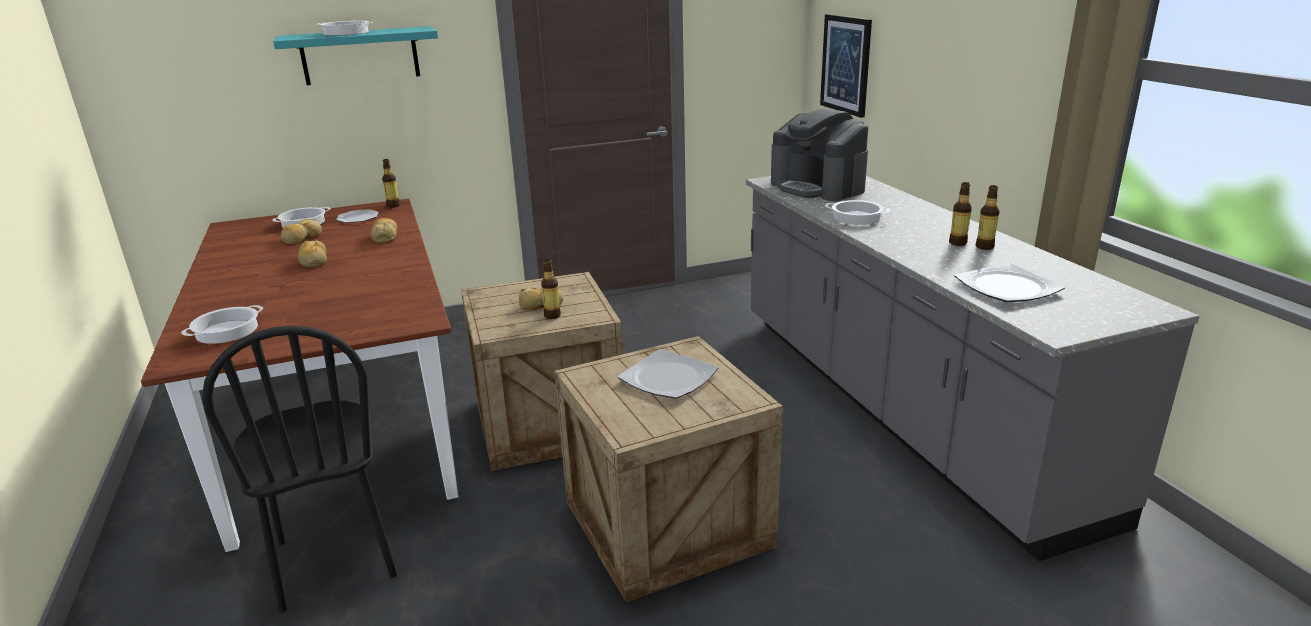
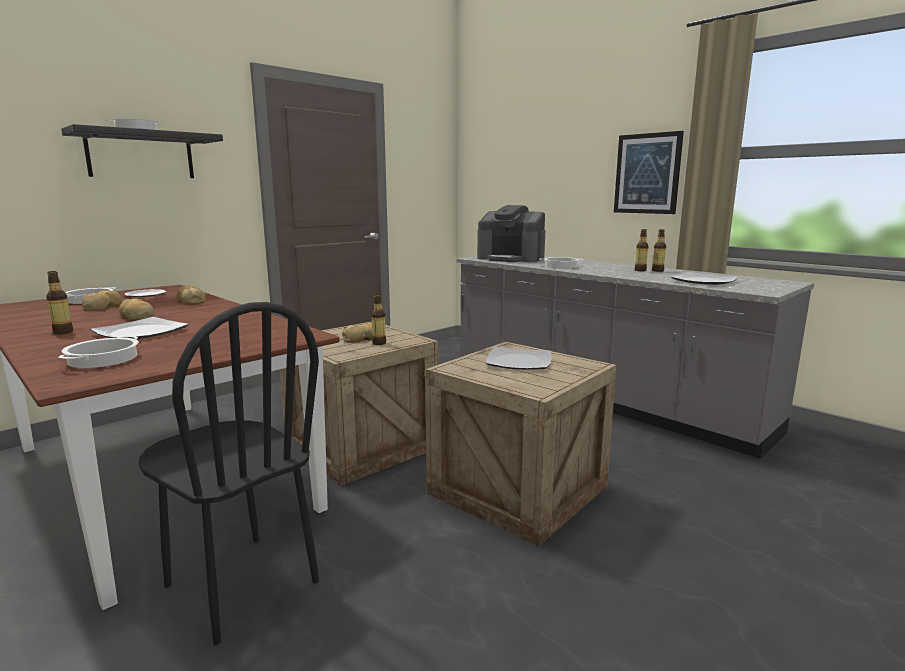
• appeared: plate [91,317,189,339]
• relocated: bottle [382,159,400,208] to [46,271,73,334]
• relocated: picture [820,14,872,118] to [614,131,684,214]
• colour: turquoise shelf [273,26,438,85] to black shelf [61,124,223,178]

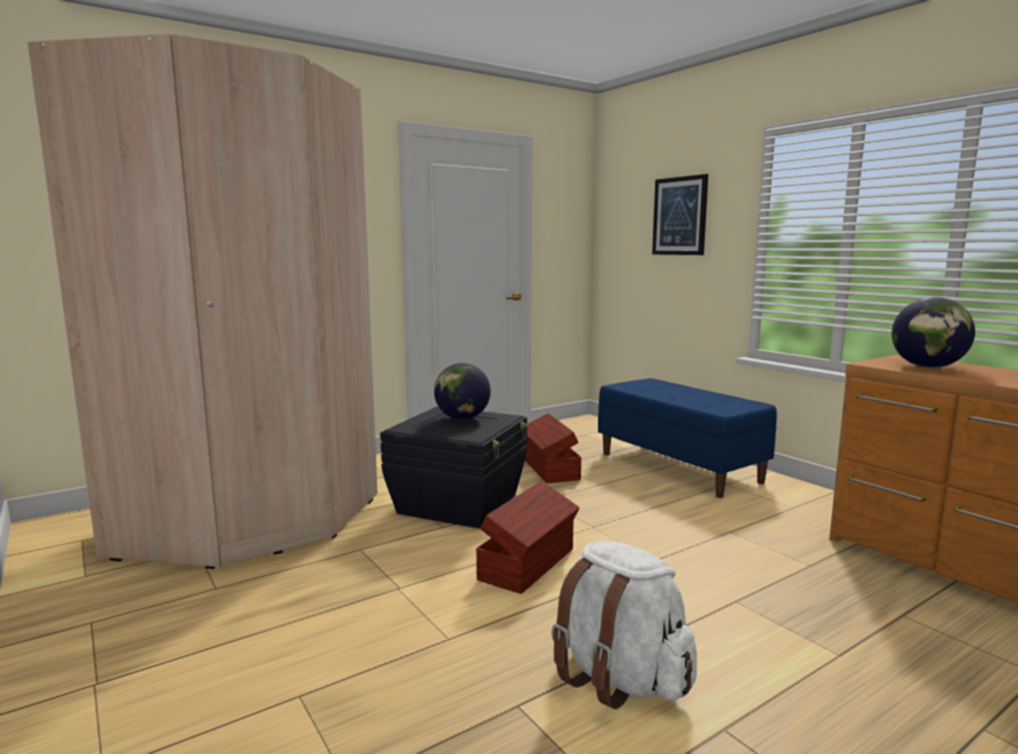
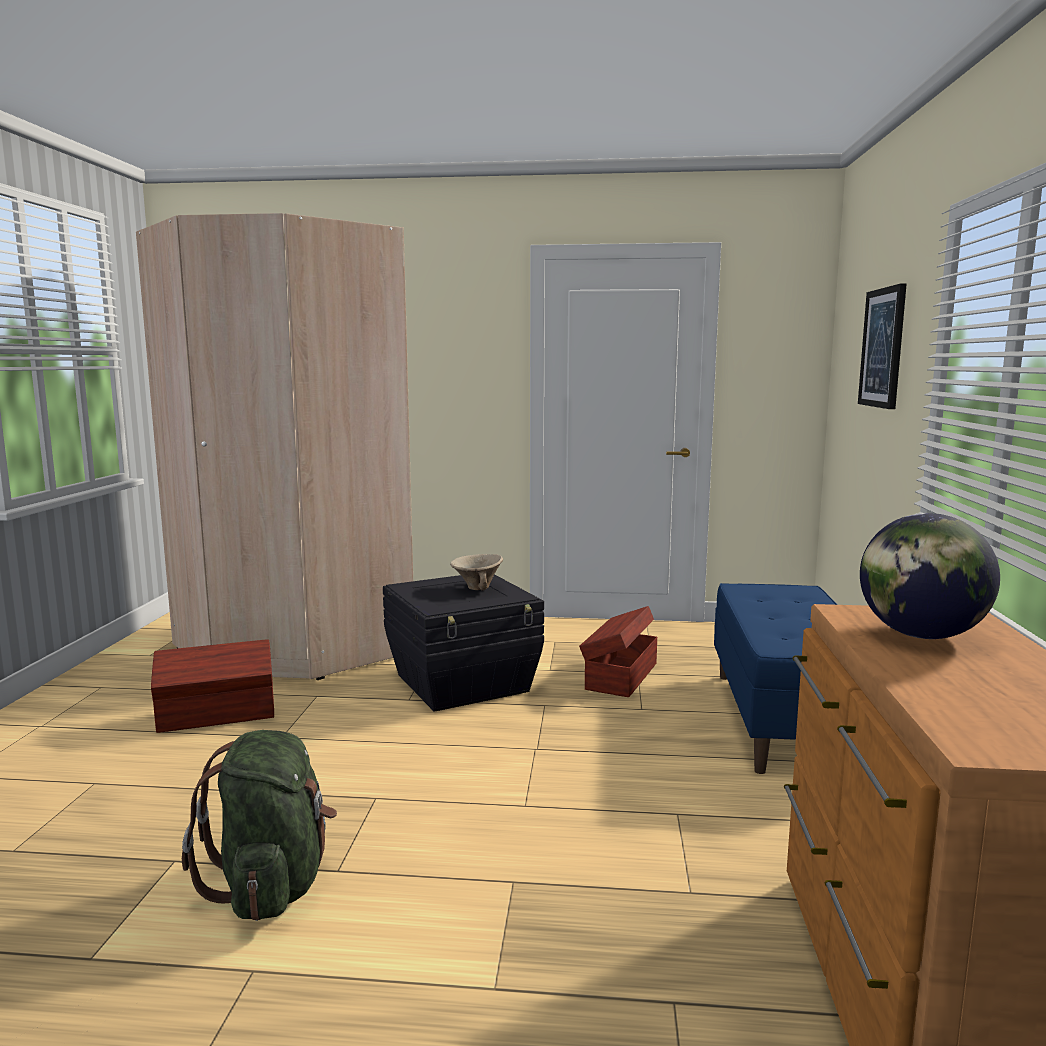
• relocated: brown storage box [476,481,580,594] to [151,639,274,733]
• exchanged: globe [434,363,491,420] to beige bowl [450,554,503,591]
• colour: white backpack [551,541,697,709] to green backpack [182,730,337,921]

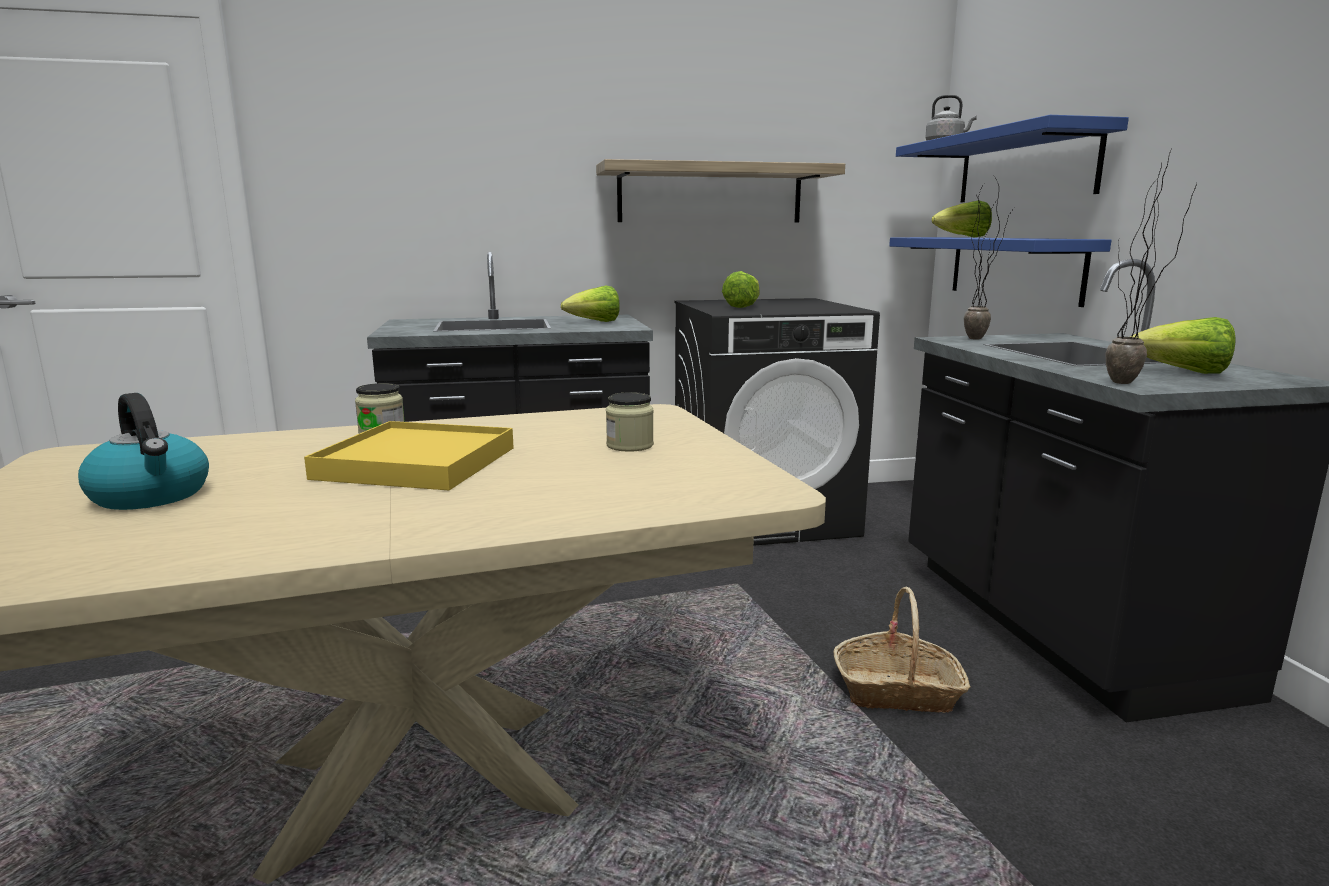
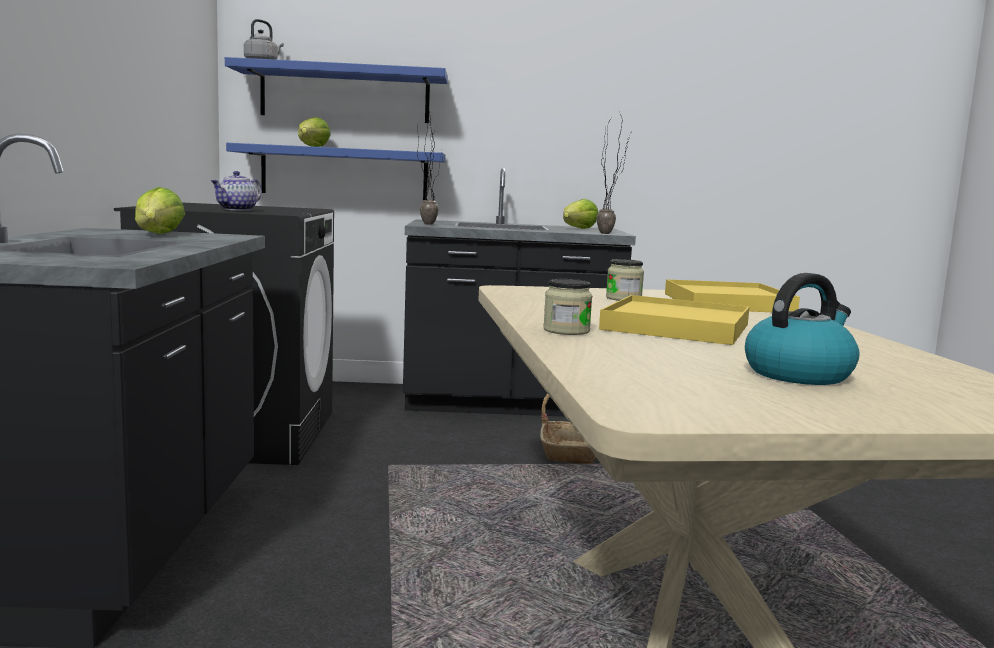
• missing: shelf [596,159,845,223]
• appeared: yellow tray [665,279,800,312]
• exchanged: lettuce [722,271,760,308] to teapot [211,171,262,211]

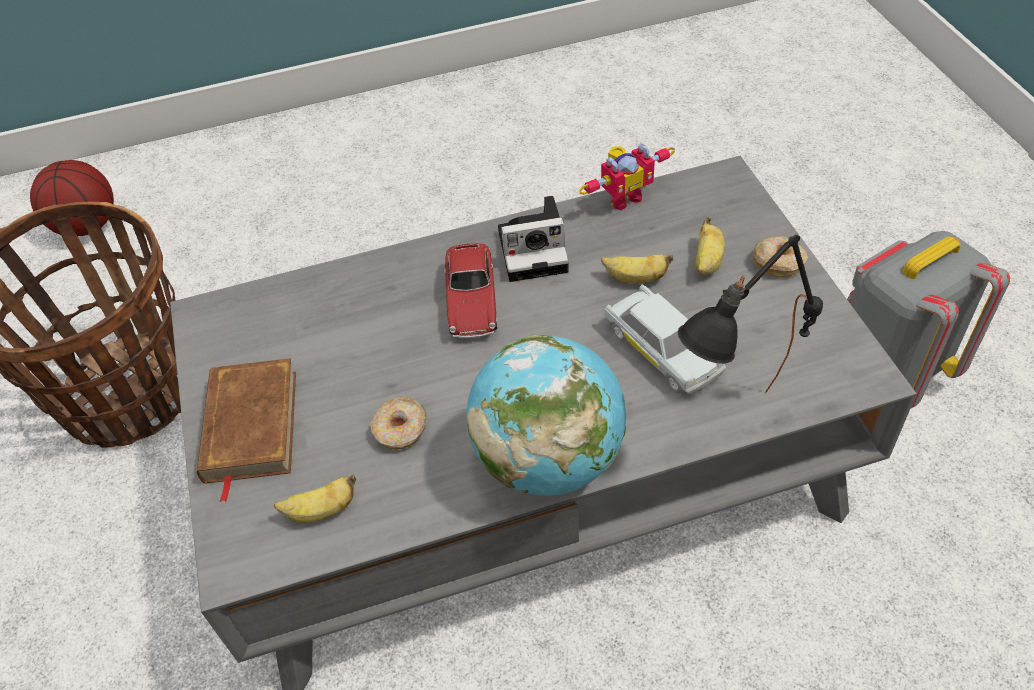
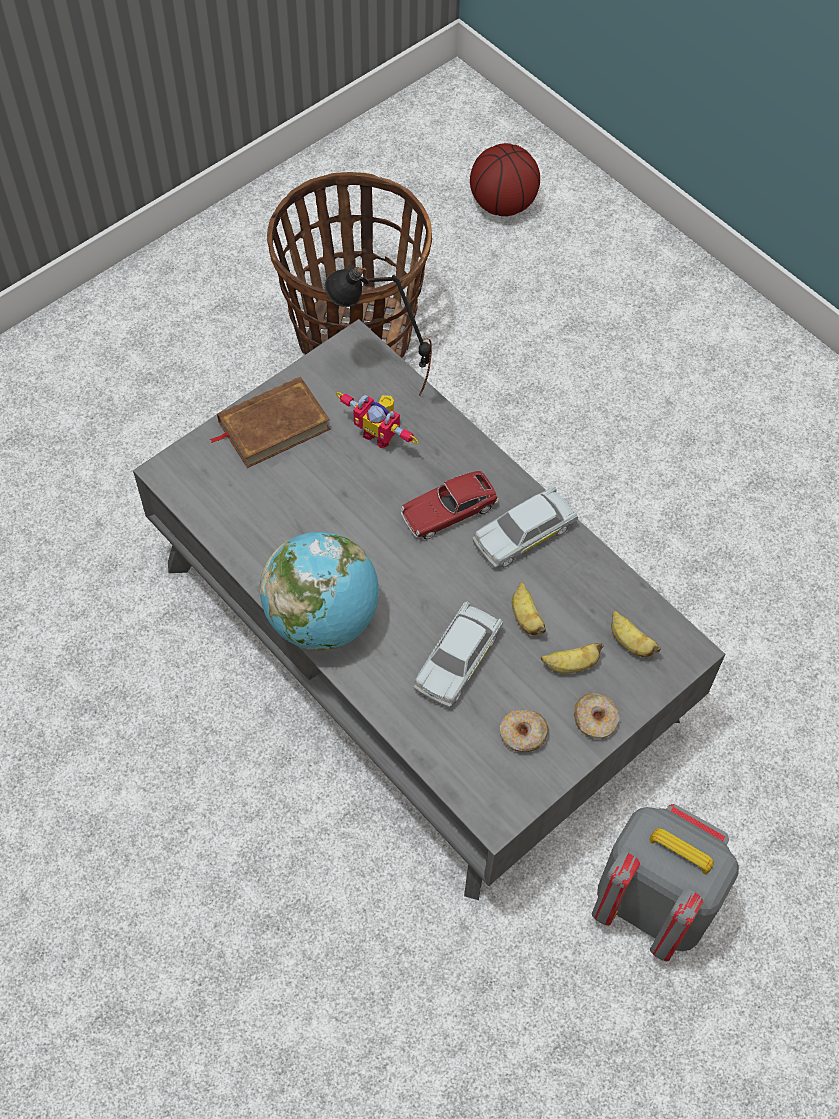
• relocated: banana [274,475,356,523] to [611,610,661,657]
• relocated: donut [370,397,427,449] to [500,710,549,752]
• relocated: toy robot [579,143,675,211] to [336,392,418,448]
• relocated: black table lamp [678,235,823,393] to [325,263,432,396]
• exchanged: photo camera [498,196,569,282] to white toy car [473,486,578,568]

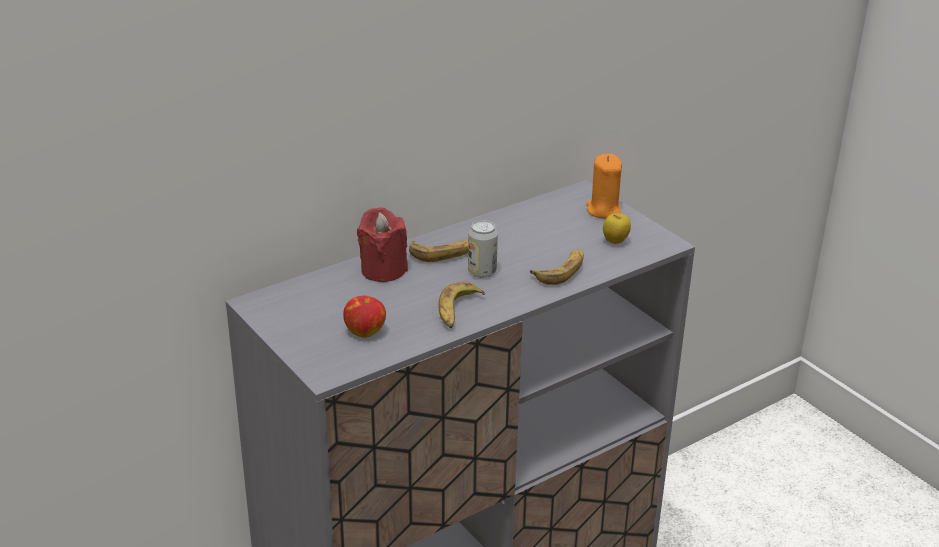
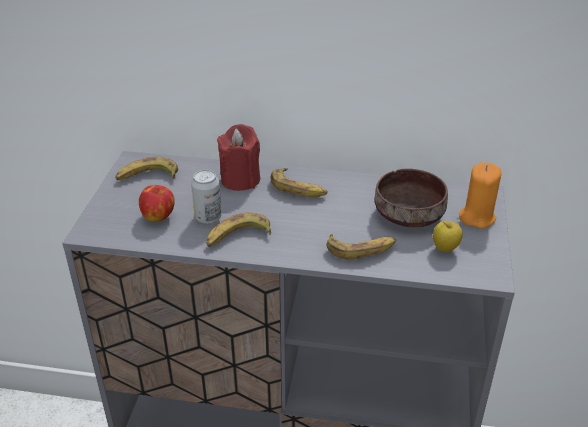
• appeared: banana [115,157,178,180]
• appeared: brown bowl [375,168,448,227]
• relocated: can [468,220,498,278] to [191,170,222,224]

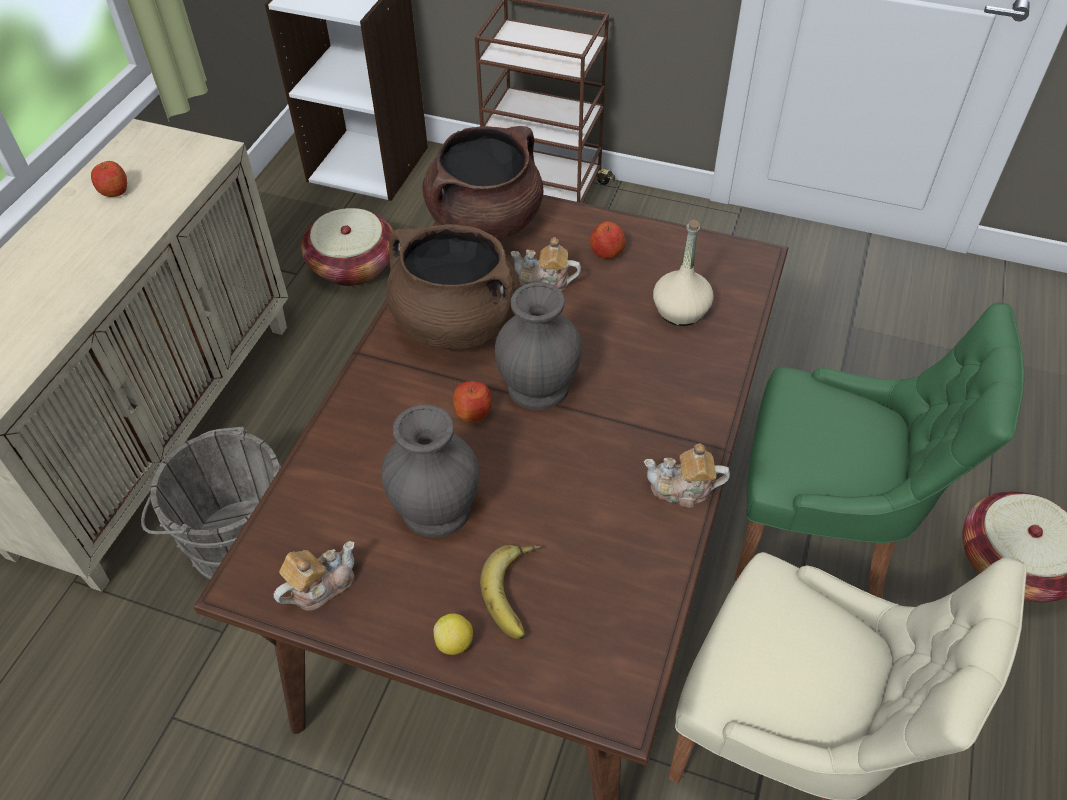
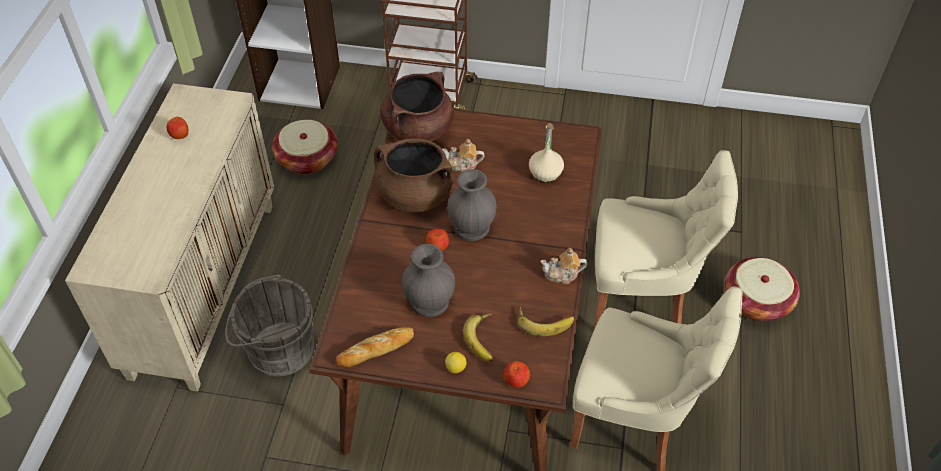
• appeared: banana [518,307,574,336]
• relocated: apple [590,221,626,259] to [504,361,530,388]
• exchanged: teapot [273,541,354,611] to bread [336,327,414,368]
• colour: green chair [734,302,1024,598] to beige chair [594,150,738,329]

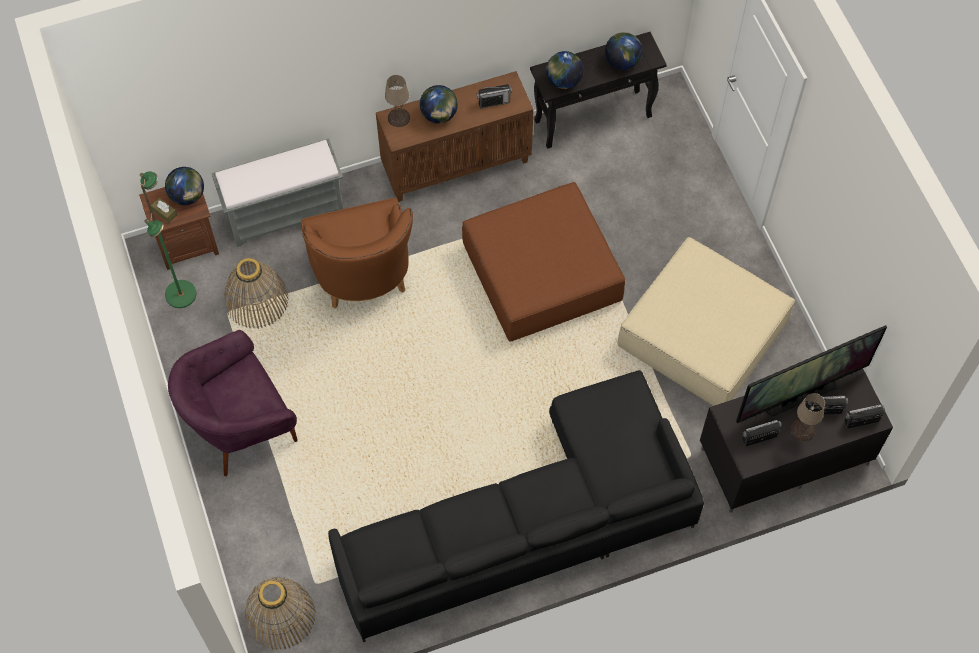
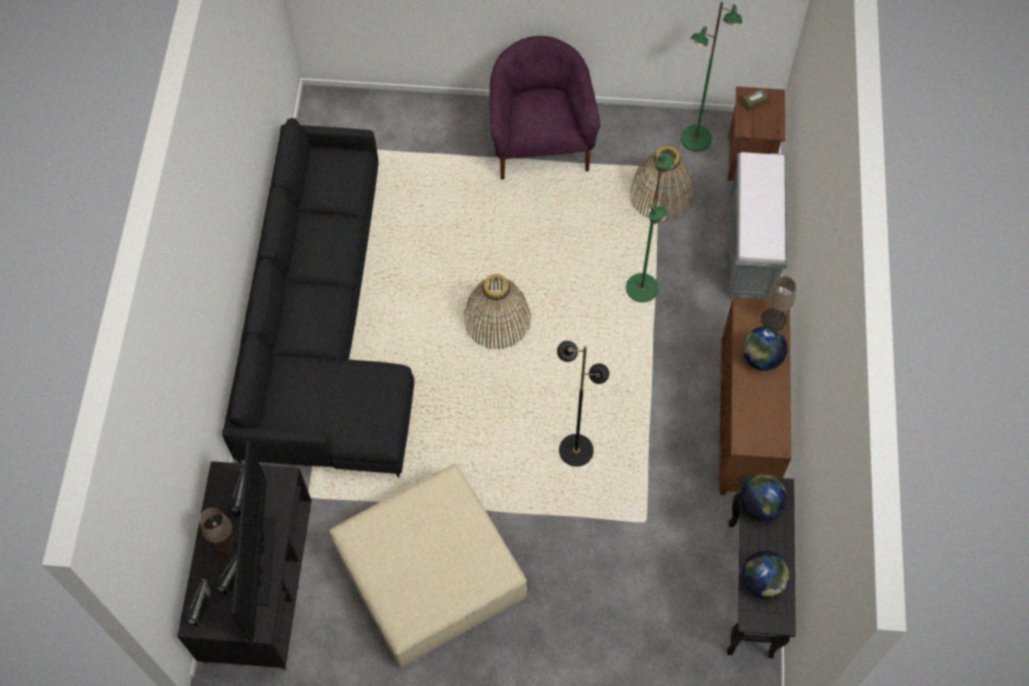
• missing: globe [165,167,204,205]
• missing: radio [477,84,512,108]
• relocated: basket [245,577,316,650] to [464,274,531,349]
• exchanged: brown armchair [301,198,413,309] to green floor lamp [626,153,675,302]
• exchanged: brown ottoman [462,182,625,342] to black floor lamp [557,341,609,466]

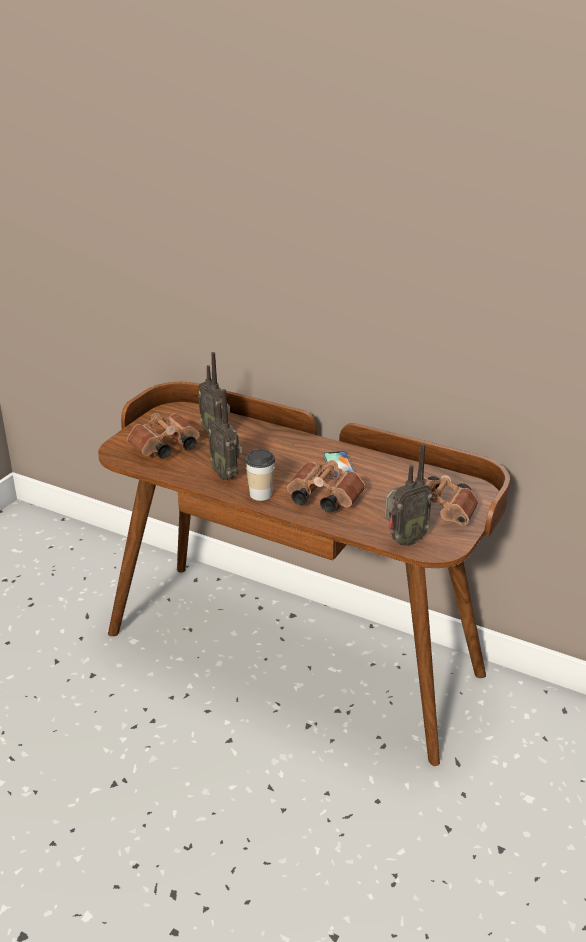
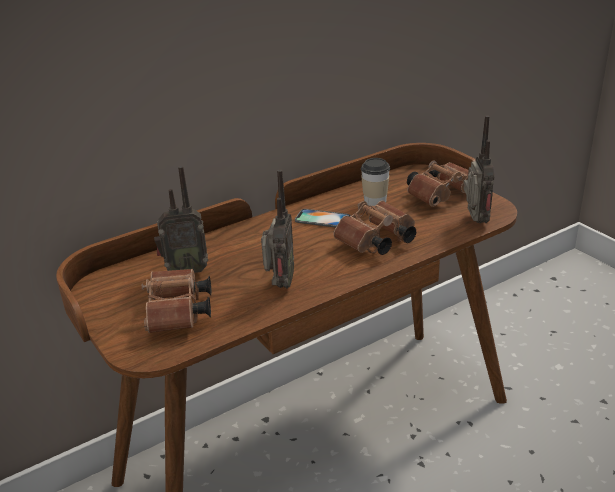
• relocated: cup [245,449,275,501] to [361,158,390,206]
• spun: radio [208,389,242,480] = [261,170,294,288] 75 degrees counterclockwise

